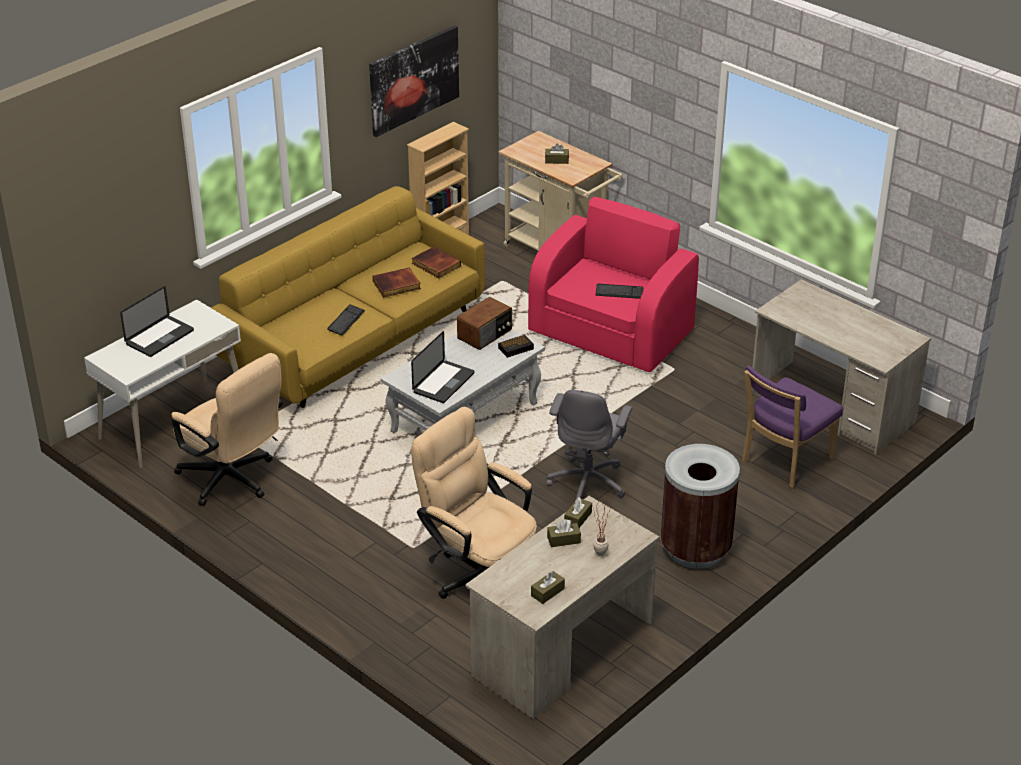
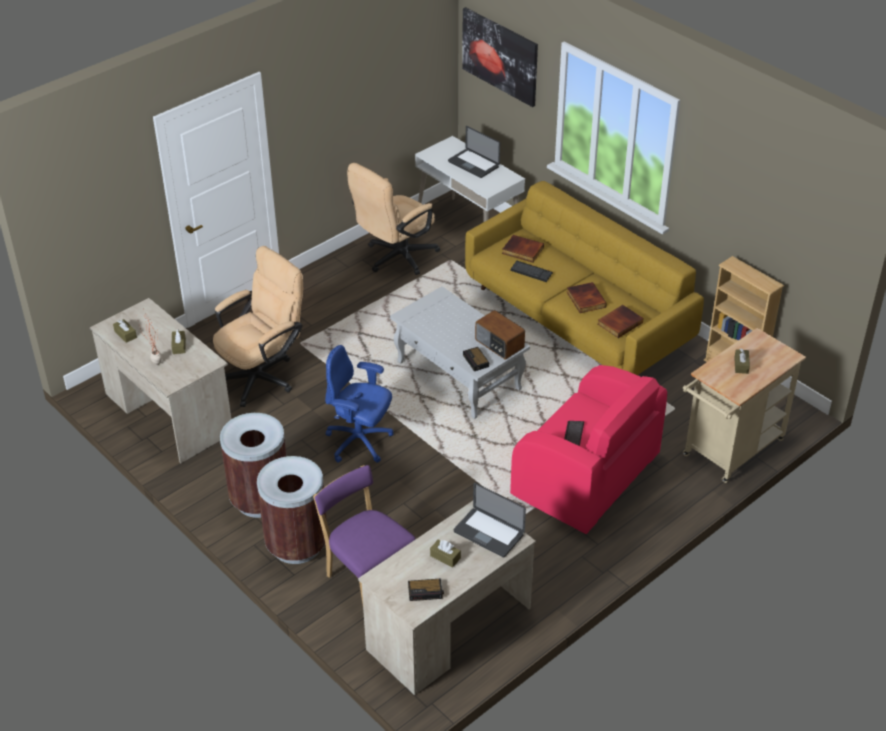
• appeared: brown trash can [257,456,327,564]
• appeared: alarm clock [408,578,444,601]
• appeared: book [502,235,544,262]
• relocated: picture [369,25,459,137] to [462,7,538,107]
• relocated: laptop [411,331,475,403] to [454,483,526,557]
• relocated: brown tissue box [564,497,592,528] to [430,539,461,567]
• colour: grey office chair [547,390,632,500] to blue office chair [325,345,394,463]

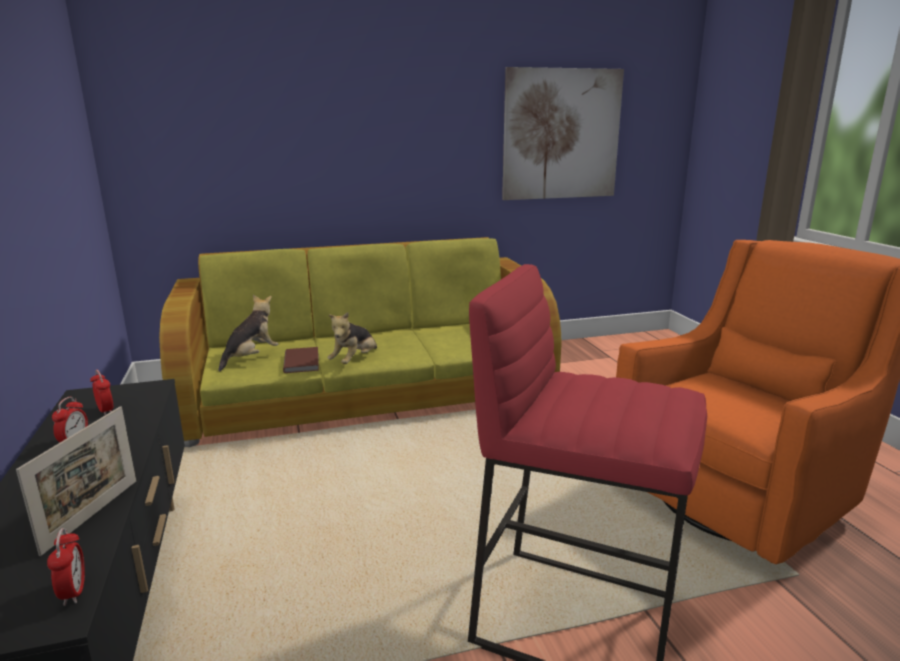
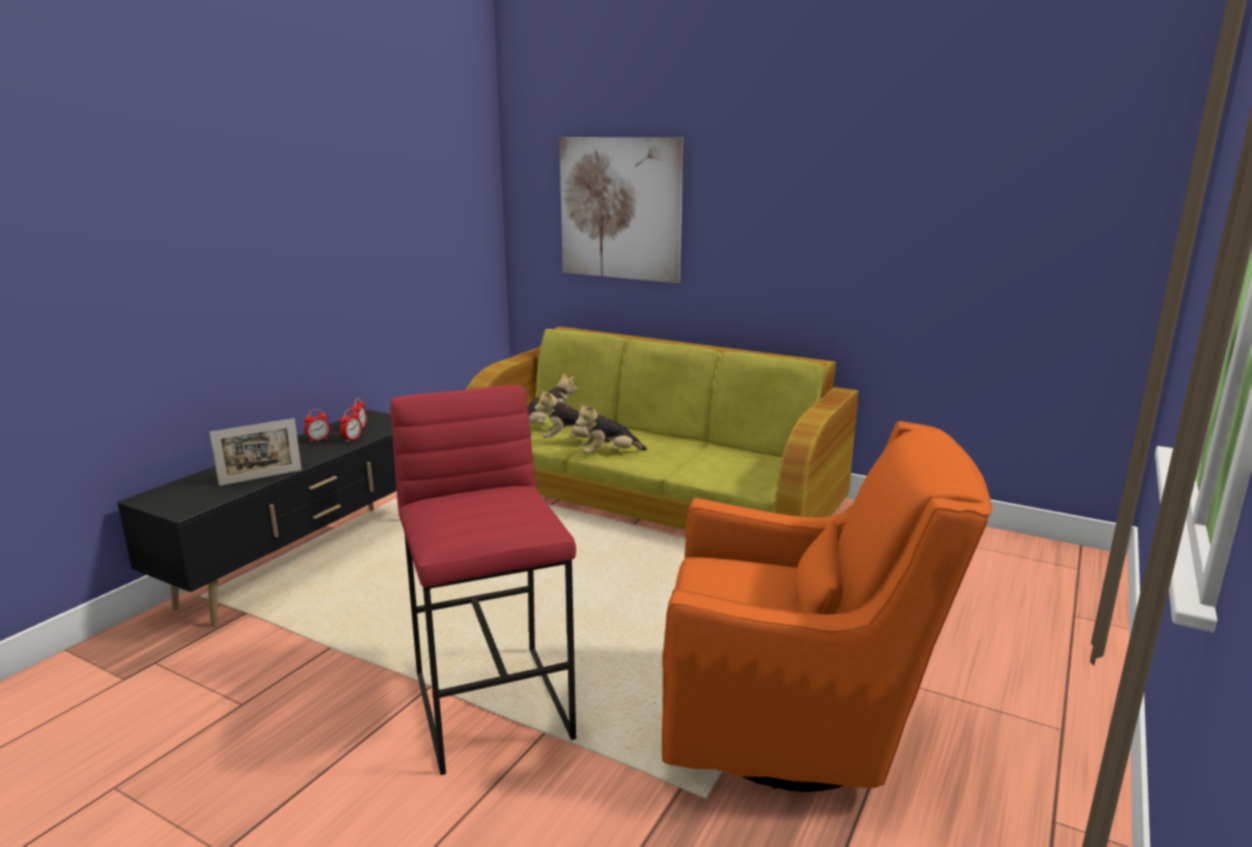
• relocated: alarm clock [47,528,85,606] to [340,408,362,443]
• relocated: picture [502,67,624,200] to [559,137,683,283]
• exchanged: brown book [283,347,319,373] to plush toy [534,389,611,442]

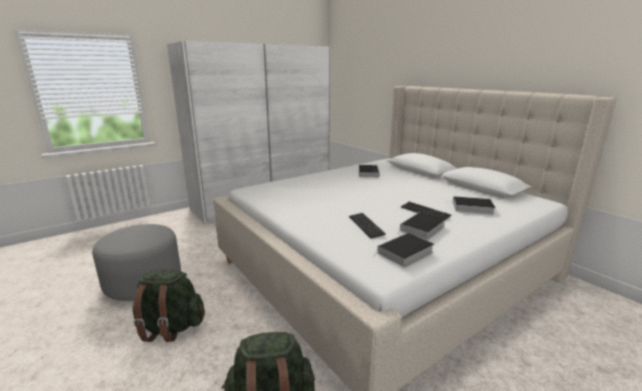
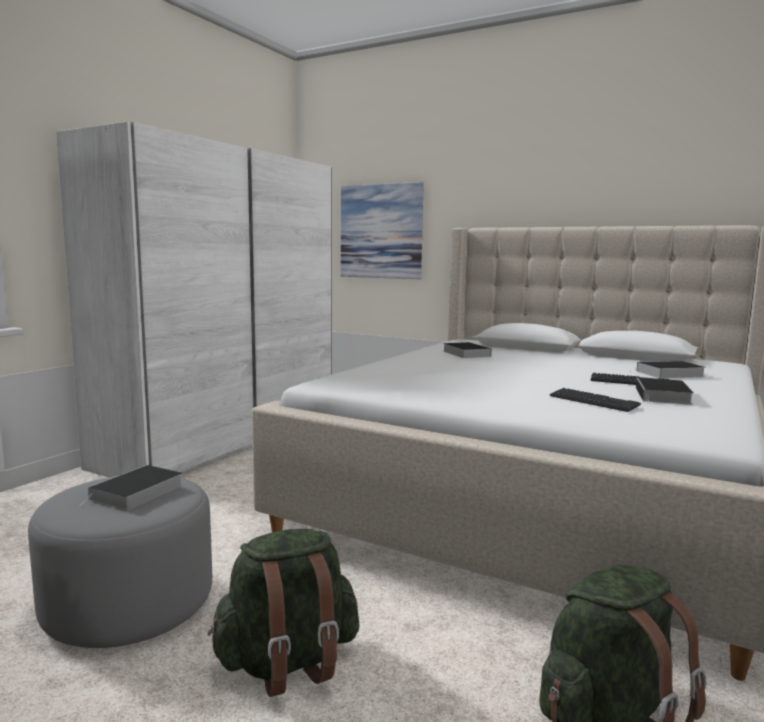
• appeared: picture [341,182,424,279]
• relocated: book [373,233,434,267] to [80,465,183,511]

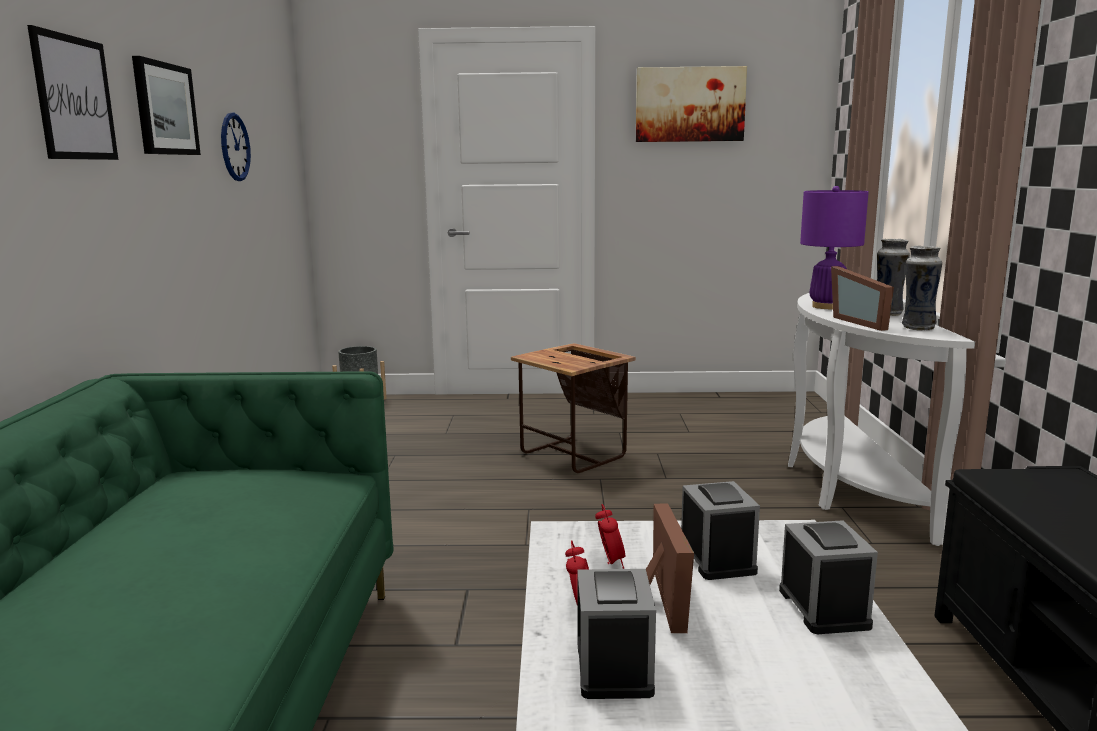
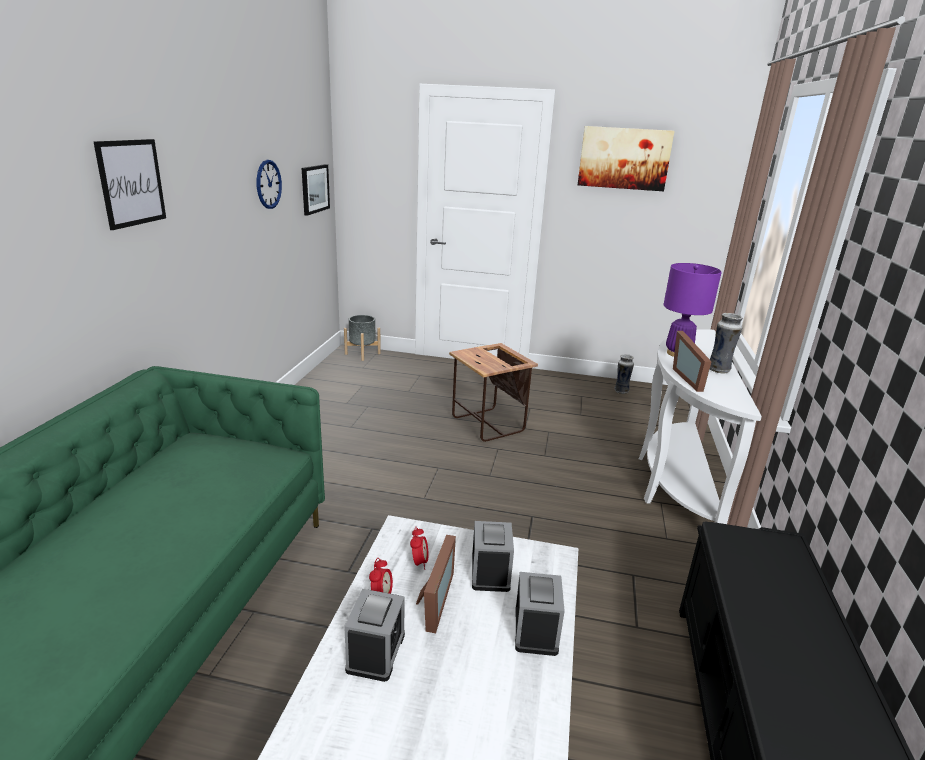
• relocated: picture [132,56,201,155] to [302,164,330,216]
• relocated: vase [902,246,942,331] to [614,354,634,394]

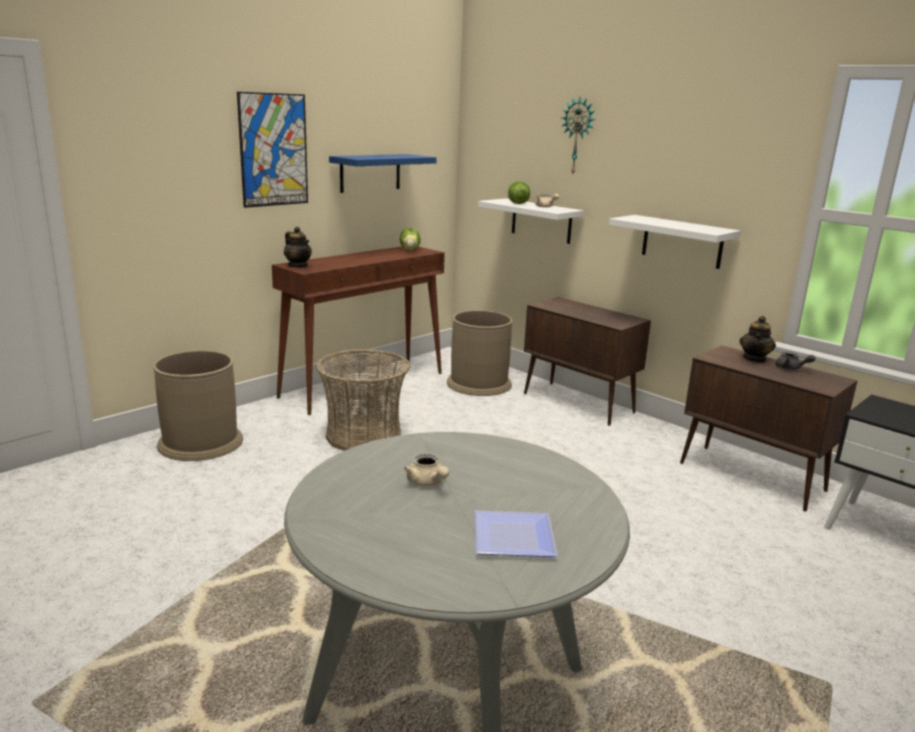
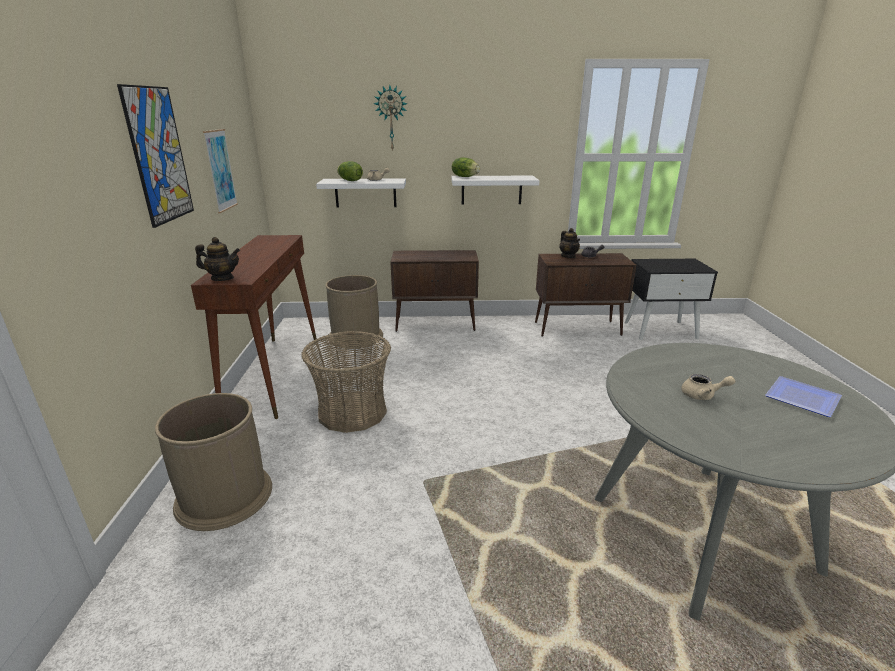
• relocated: lettuce [400,228,421,250] to [452,157,480,177]
• exchanged: blue shelf [329,154,437,193] to picture [203,129,238,213]

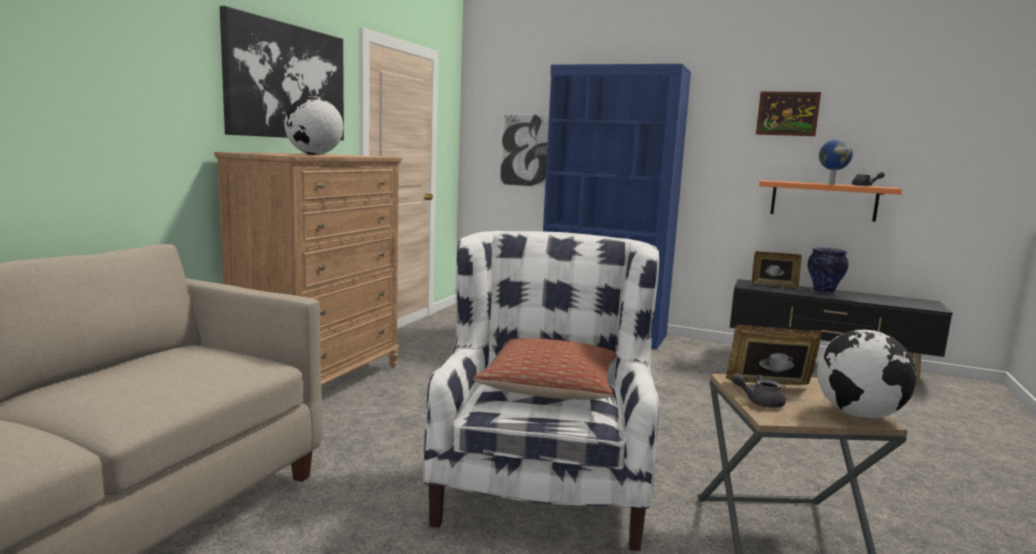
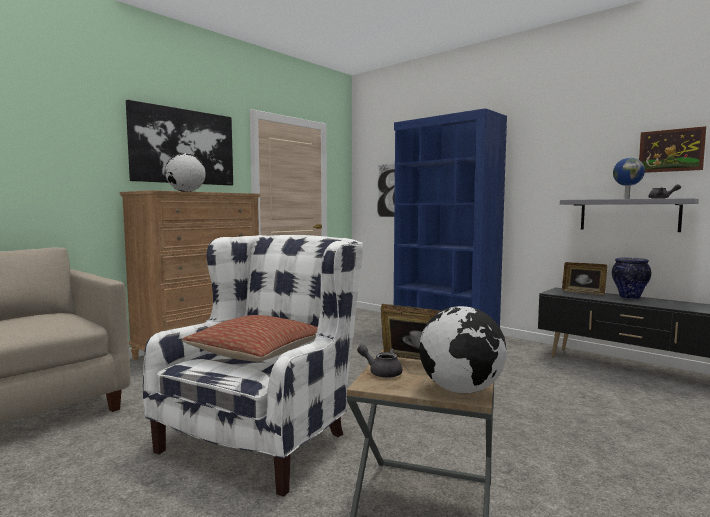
• relocated: picture [756,91,821,136] to [639,126,706,173]
• colour: orange shelf [759,180,902,222] to grey shelf [560,198,699,232]

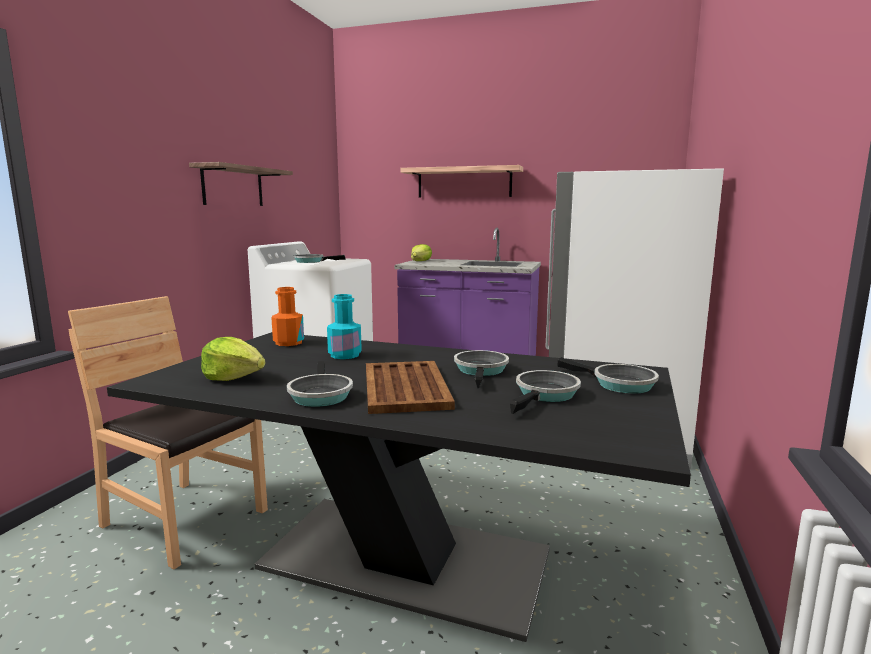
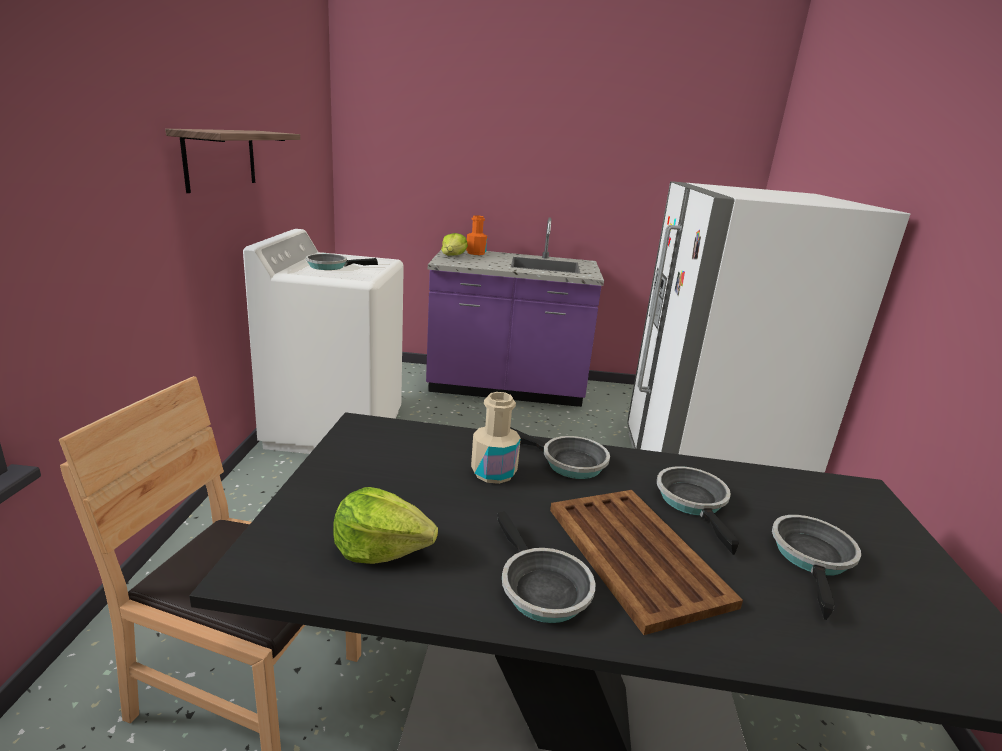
• missing: shelf [400,165,523,198]
• relocated: orange bottle [271,287,304,346] to [466,215,487,255]
• relocated: frying pan [557,357,659,394] to [510,427,610,479]
• colour: turquoise bottle [327,294,362,359] to beige bottle [471,392,521,484]

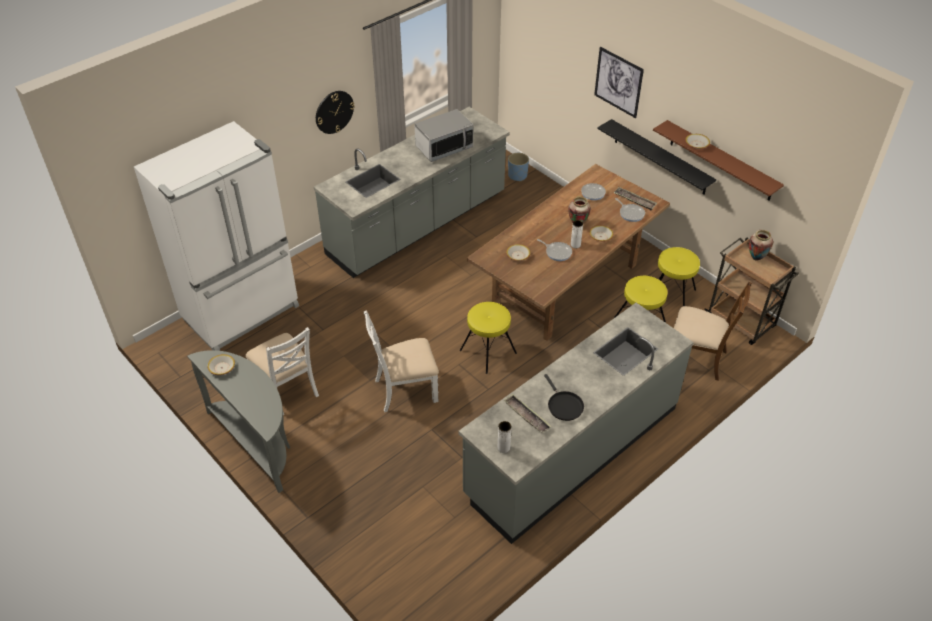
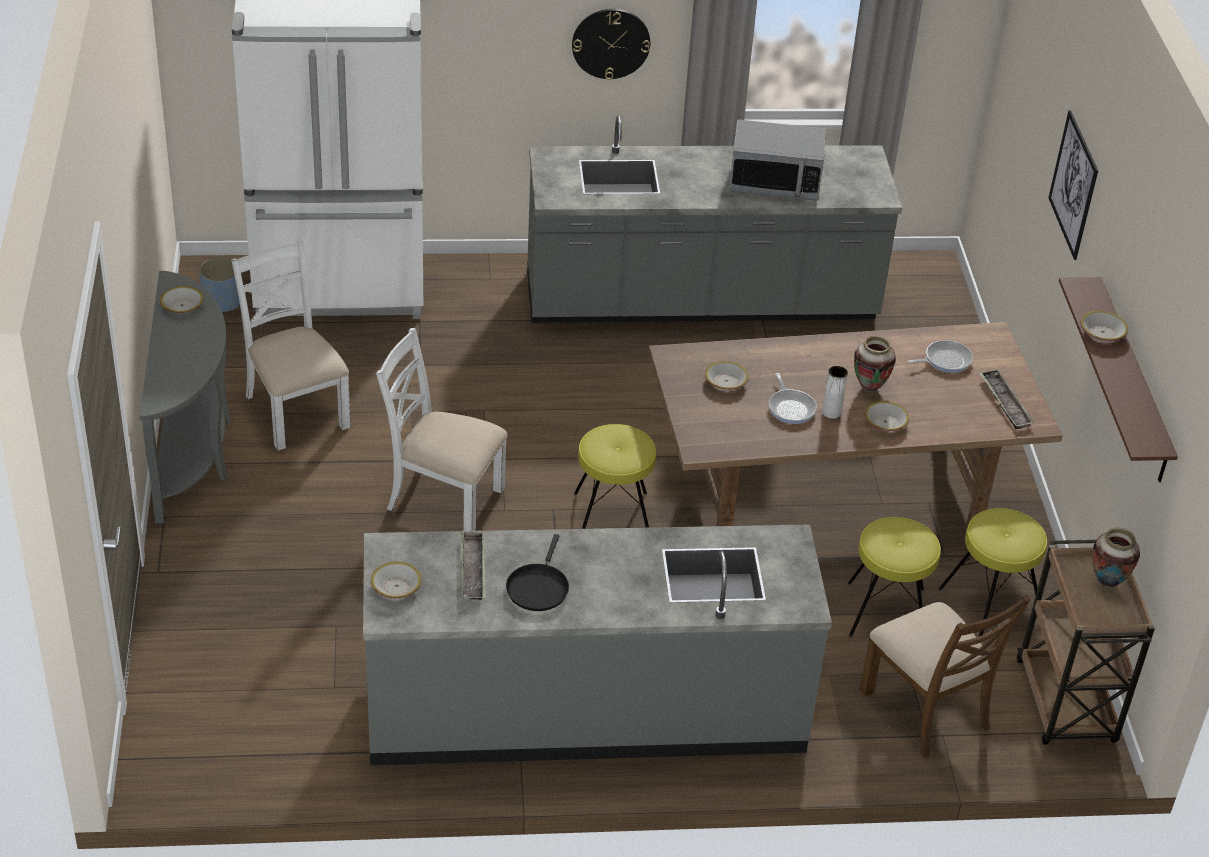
• missing: black shelf [597,119,716,195]
• missing: frying pan [615,198,645,222]
• relocated: blue planter [508,153,529,182] to [199,257,240,312]
• exchanged: white vase [498,421,511,453] to bowl [371,562,422,598]
• spun: white chair [246,327,319,416] = [231,240,351,451] 150 degrees clockwise

